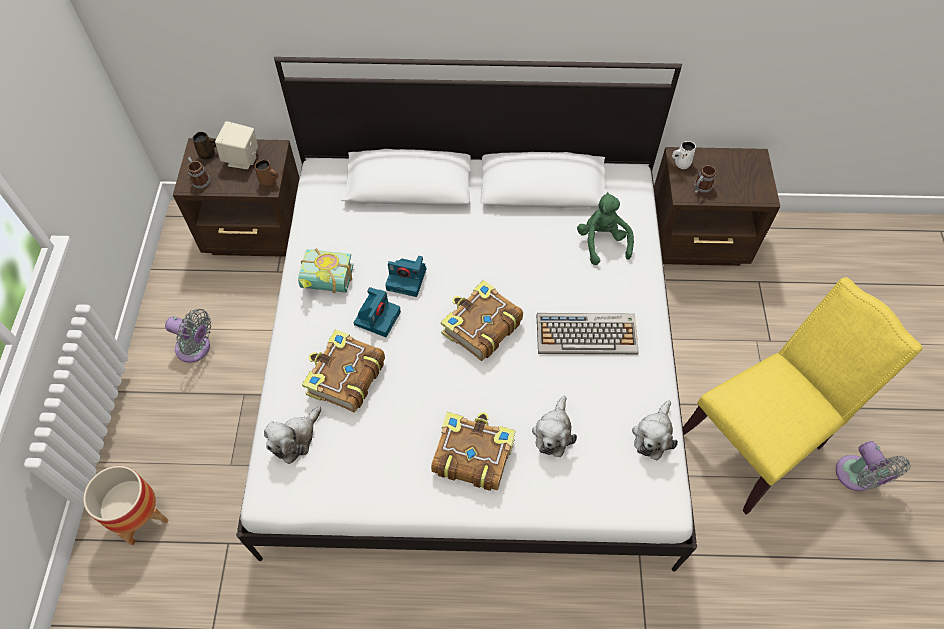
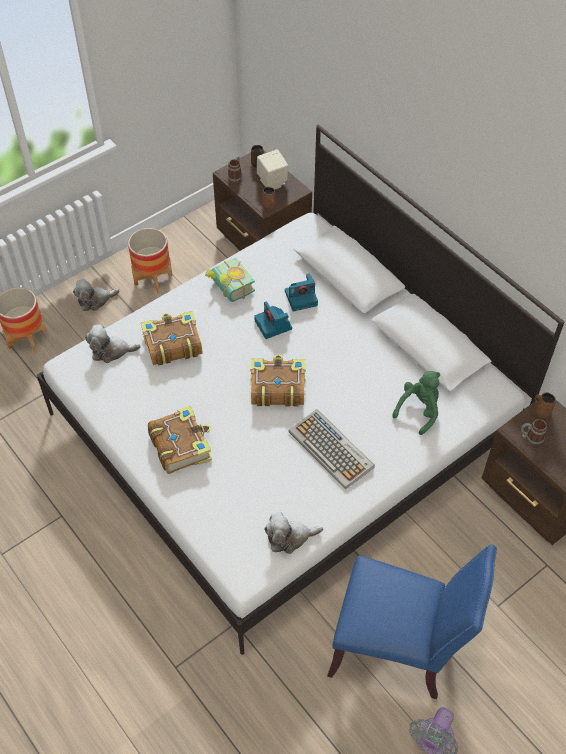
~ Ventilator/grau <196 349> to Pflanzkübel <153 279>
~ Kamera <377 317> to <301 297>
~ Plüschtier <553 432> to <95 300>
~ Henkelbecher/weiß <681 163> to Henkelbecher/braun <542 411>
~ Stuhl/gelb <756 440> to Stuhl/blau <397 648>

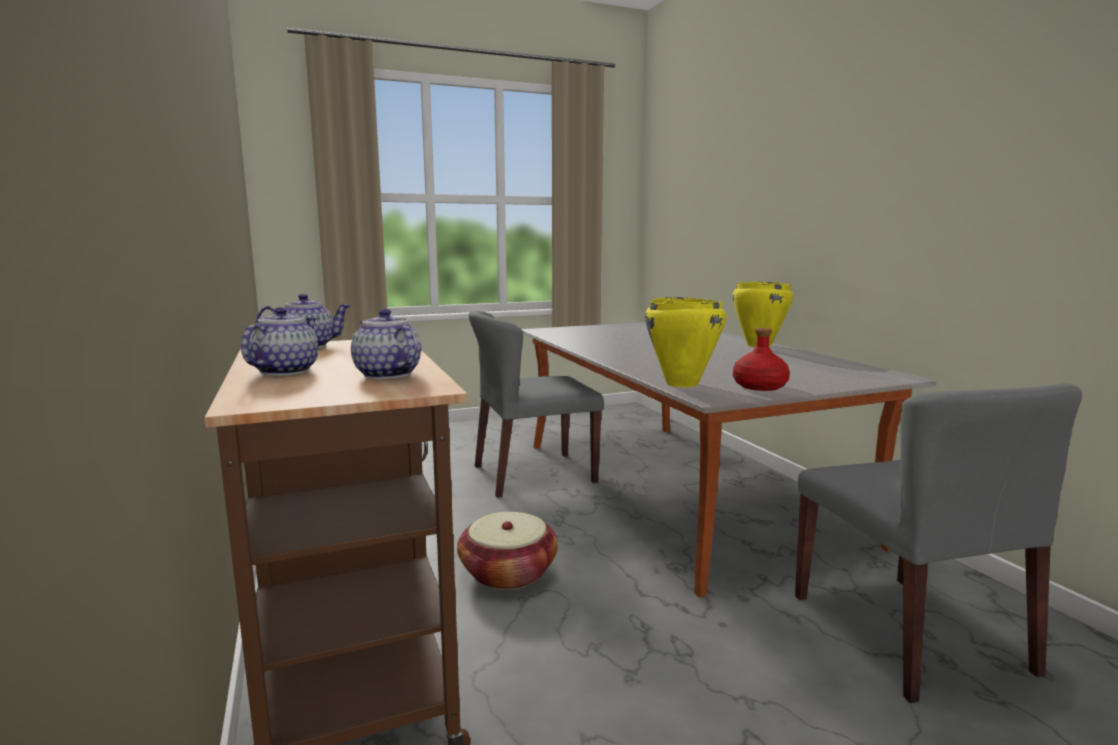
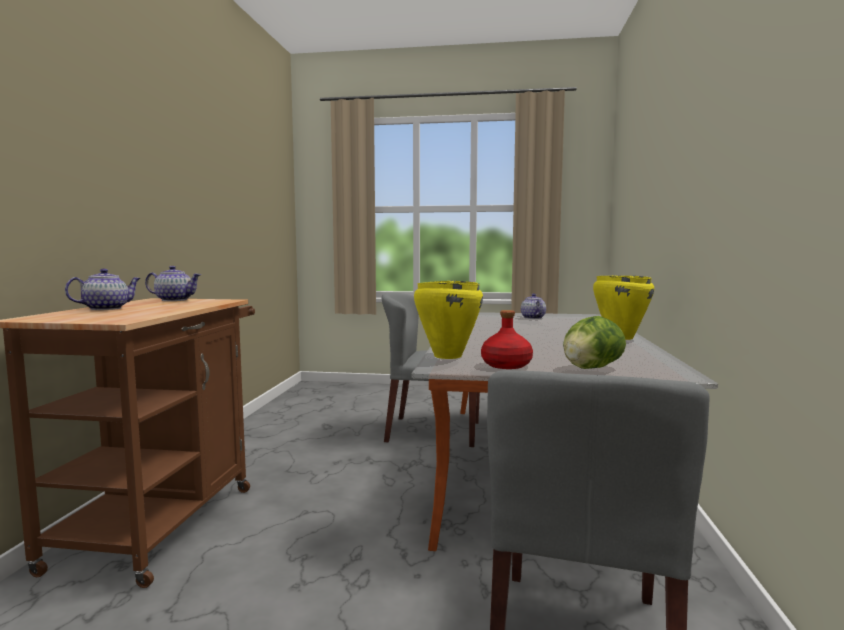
~ Teekanne <386 374> to <532 318>
- Korb <508 572>
+ Salatkopf <590 368>

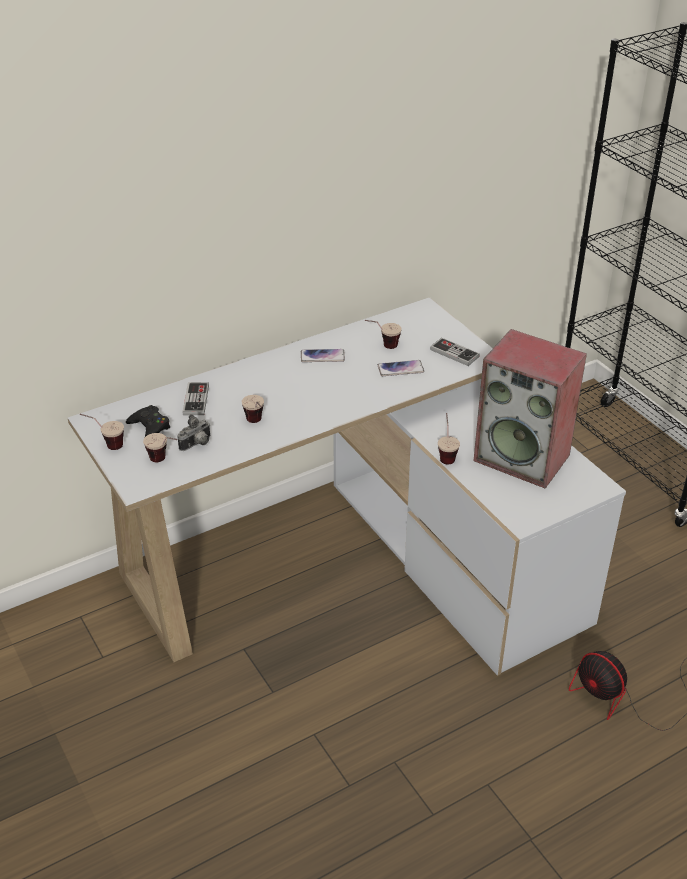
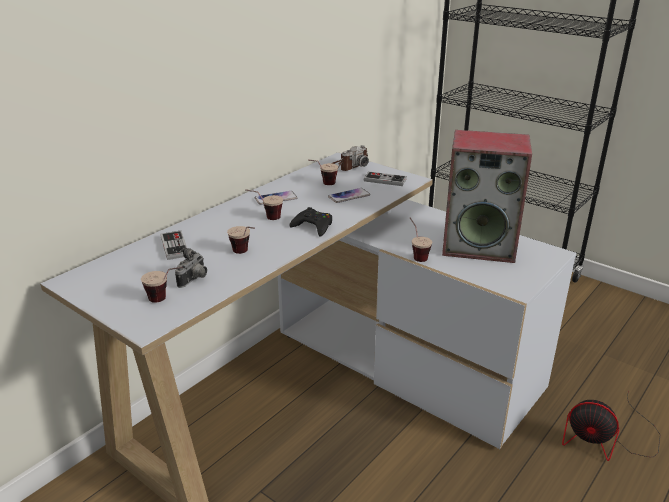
~ Tasse <105 445> to <265 218>
~ Gamepad/schwarz <149 427> to <313 226>
+ Kamera <347 166>

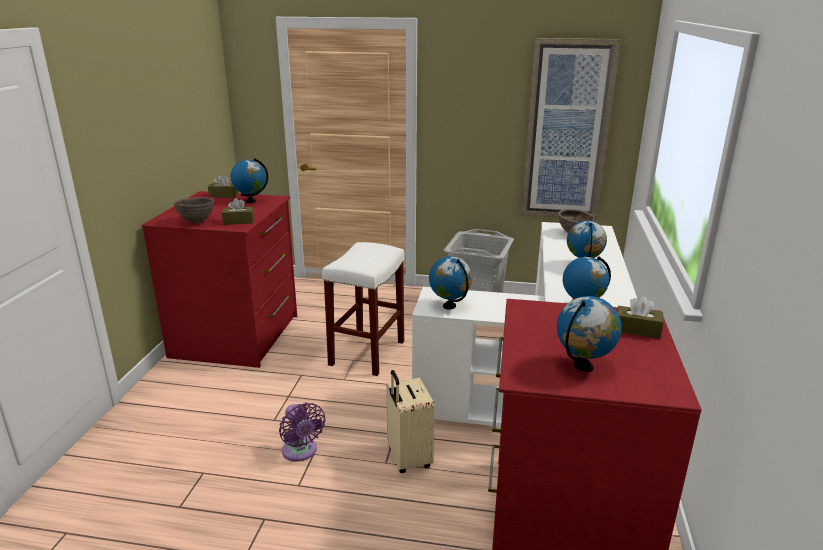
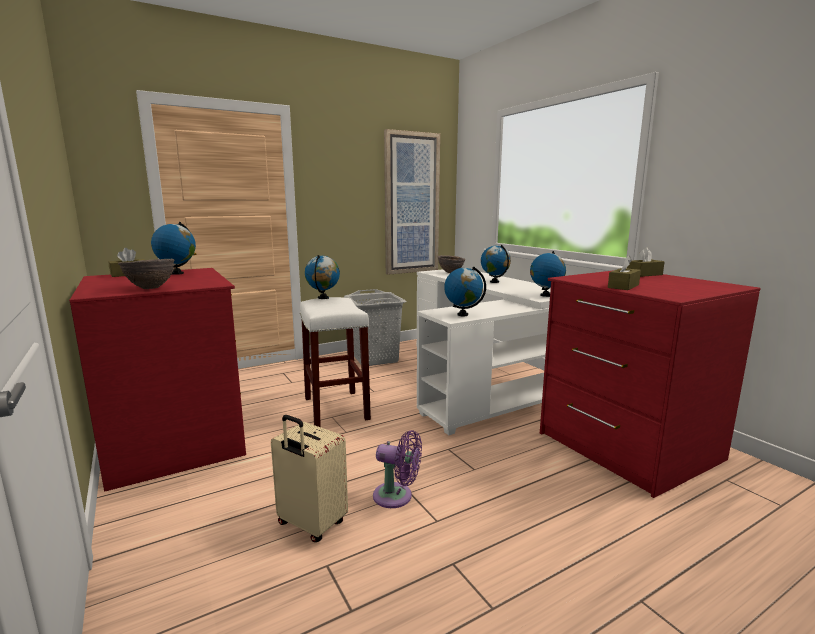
~ Taschentuchbox/braun <238 221> to <623 286>
~ Koffer/beige <407 458> to <310 524>
~ Globus <583 367> to <323 298>

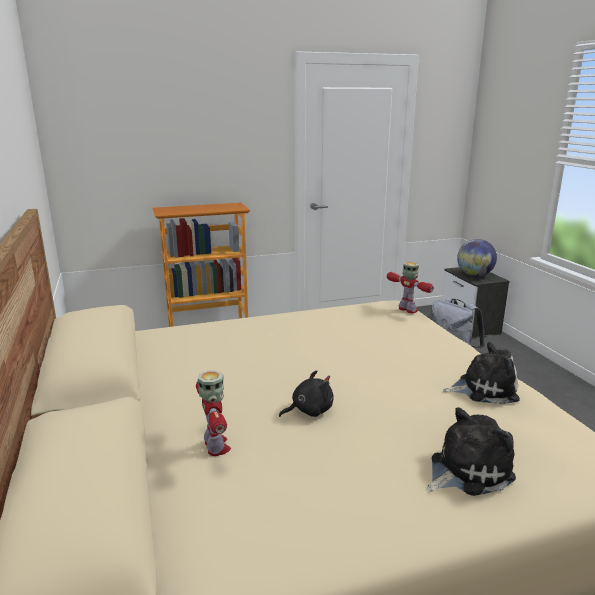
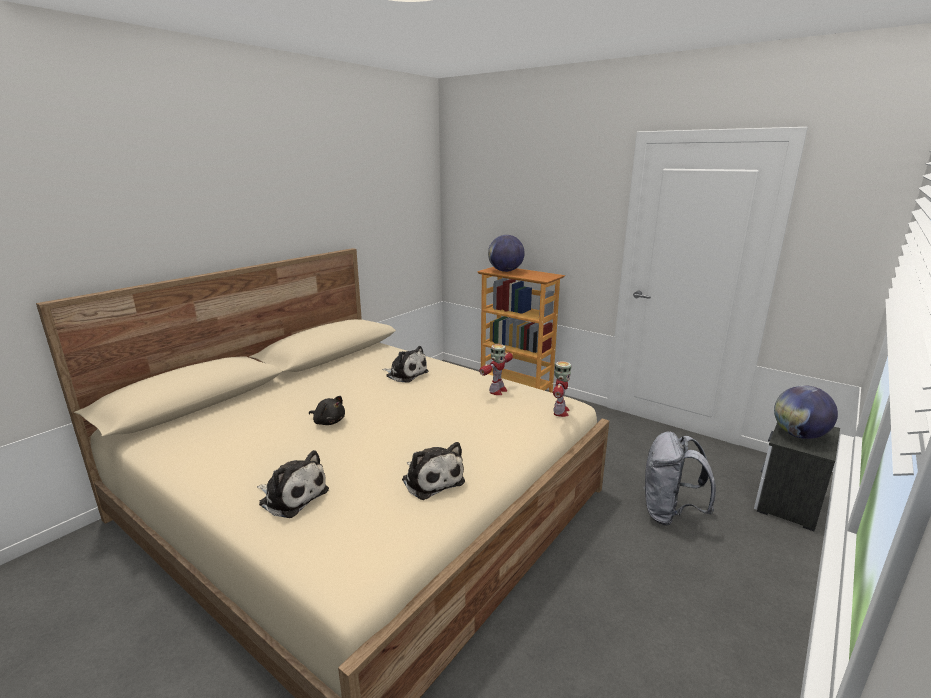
~ Spielzeugroboter <216 446> to <497 391>
+ Plüschtier <405 374>
+ Globus <505 271>

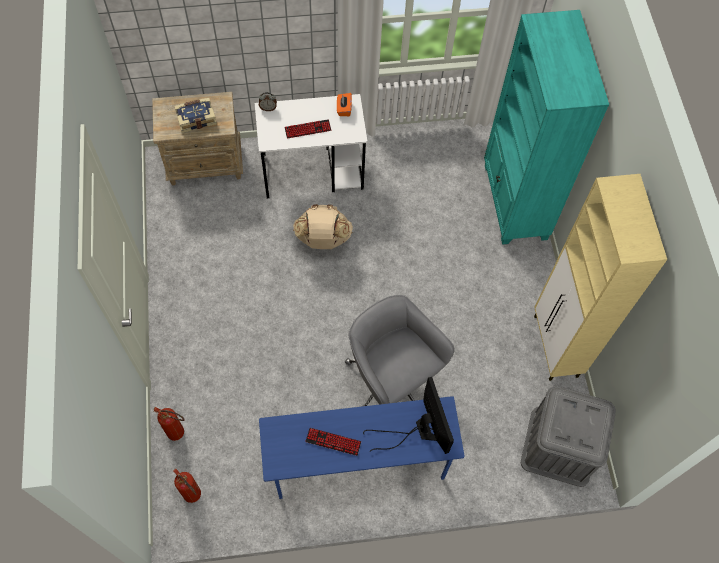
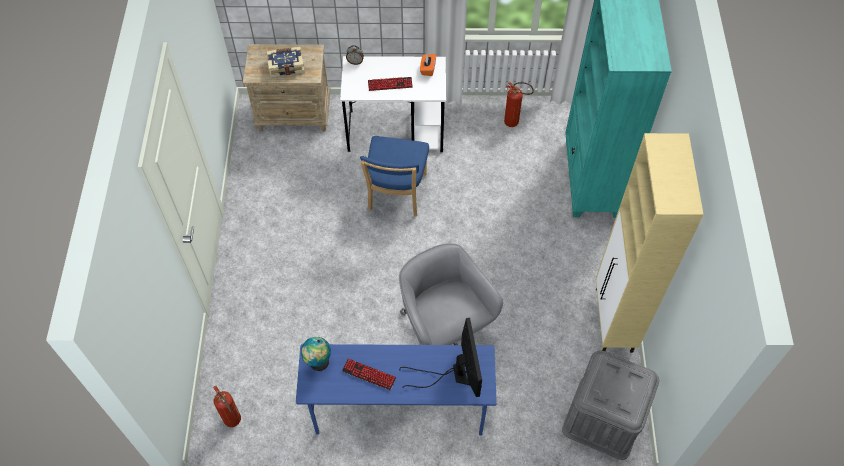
~ Feuerlöscher <179 434> to <514 123>
~ Rucksack/beige <323 239> to Stuhl/blau <396 194>
+ Globus <318 363>

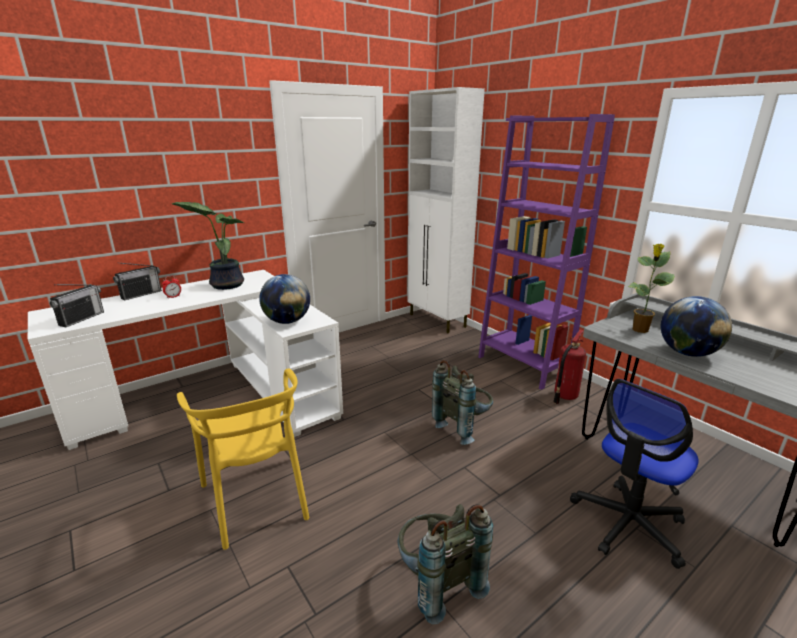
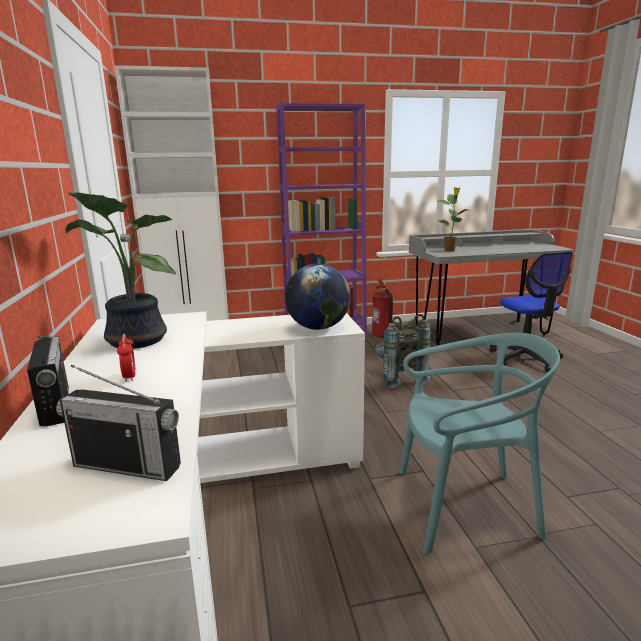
~ Radio <82 319> = <127 465> 150 degrees clockwise
~ Stuhl/gelb <257 498> to Stuhl/türkis <464 506>
- Rucksack/grau <437 582>
- Globus <687 353>

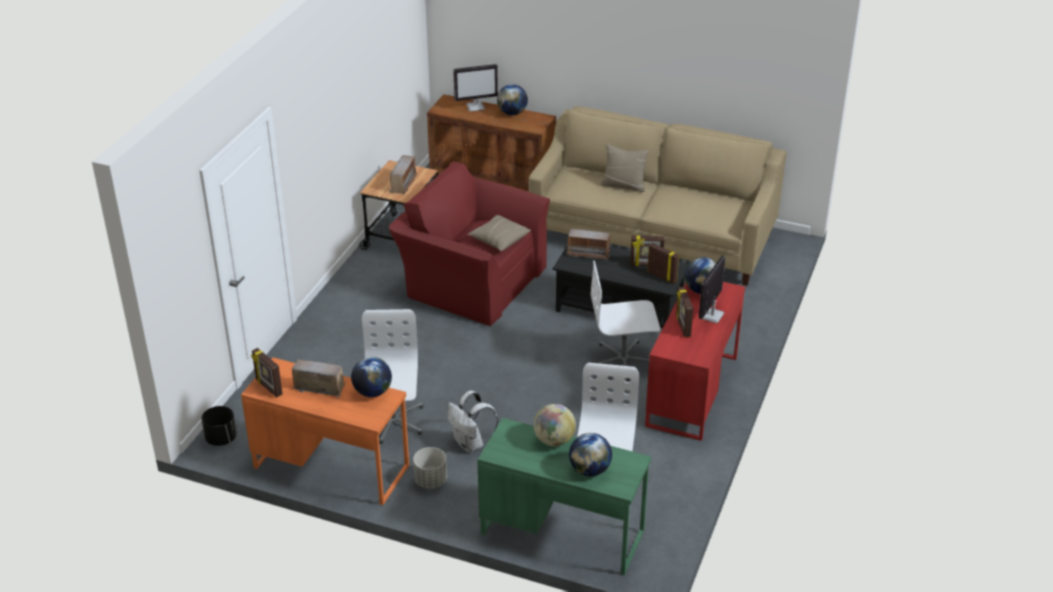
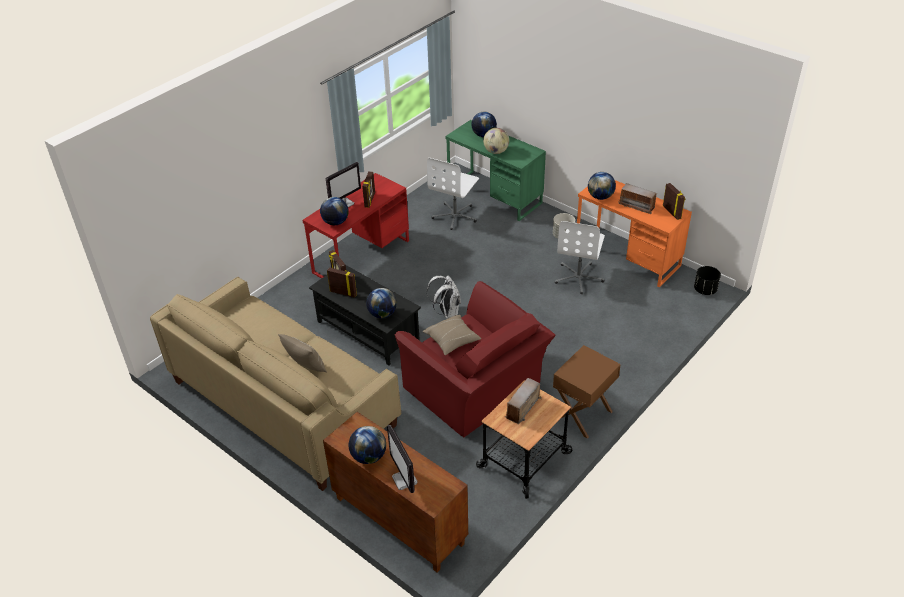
~ Rucksack/weiß <471 444> to <447 312>
~ Monitor <476 107> = <405 480> 120 degrees counterclockwise
~ Radio <588 253> to Globus <382 314>
- Bürostuhl/weiß <623 360>
+ Nachttisch/braun <583 415>

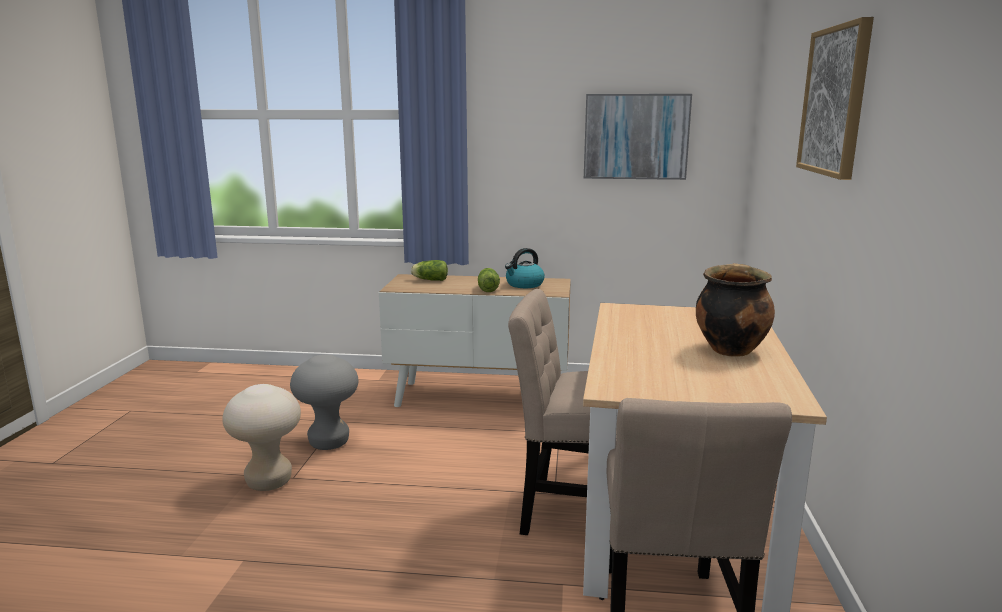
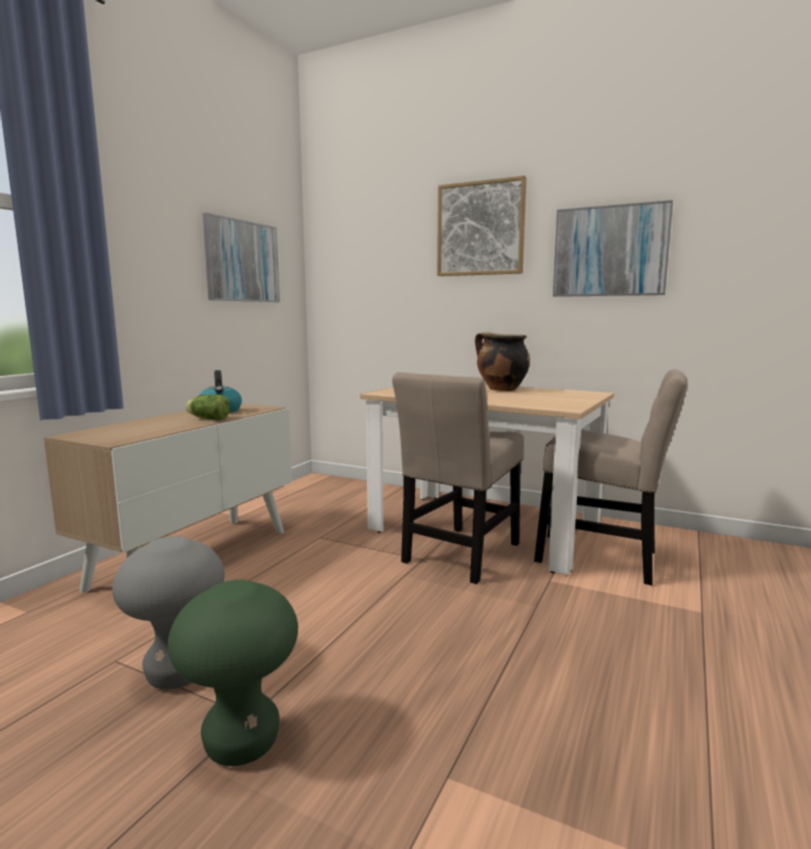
~ Hocker/beige <269 482> to Hocker/grün <242 743>
- Salatkopf <429 280>
+ Bild <610 251>

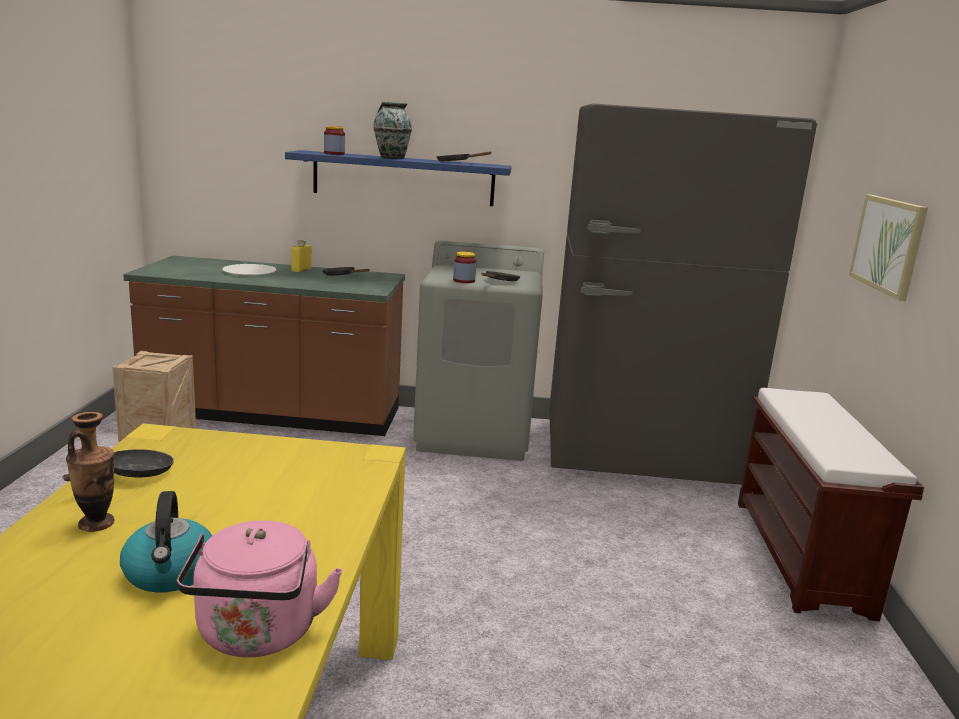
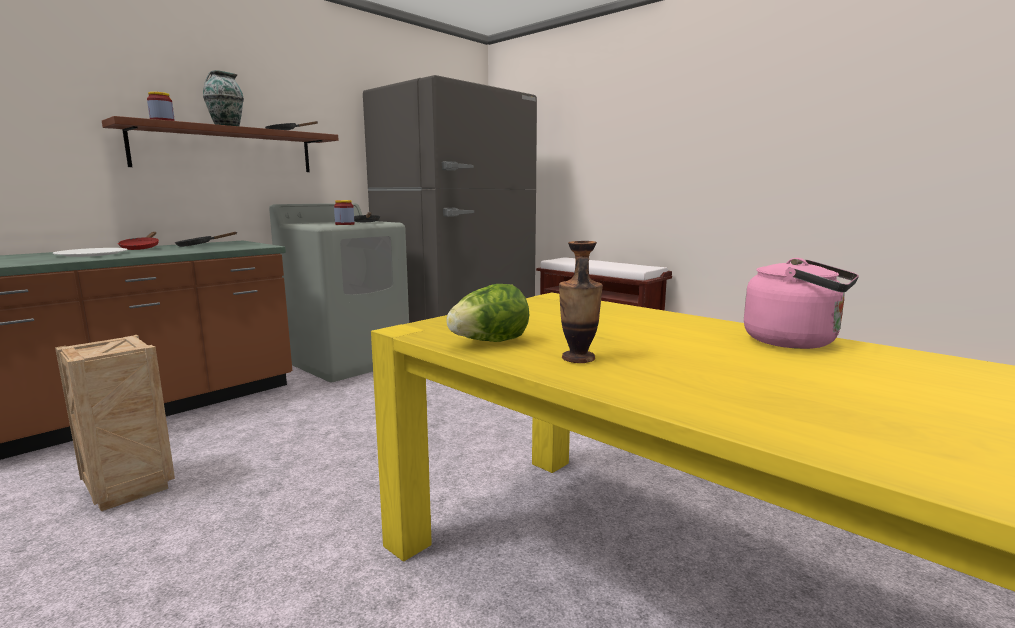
~ Pfanne/schwarz <133 475> to Salatkopf <489 342>
- Wasserkessel <170 573>
~ Wandregal/blau <403 178> to Wandregal/braun <226 150>
~ Flasche/gelb <301 270> to Pfanne/rot <141 248>
- Bild <888 244>

